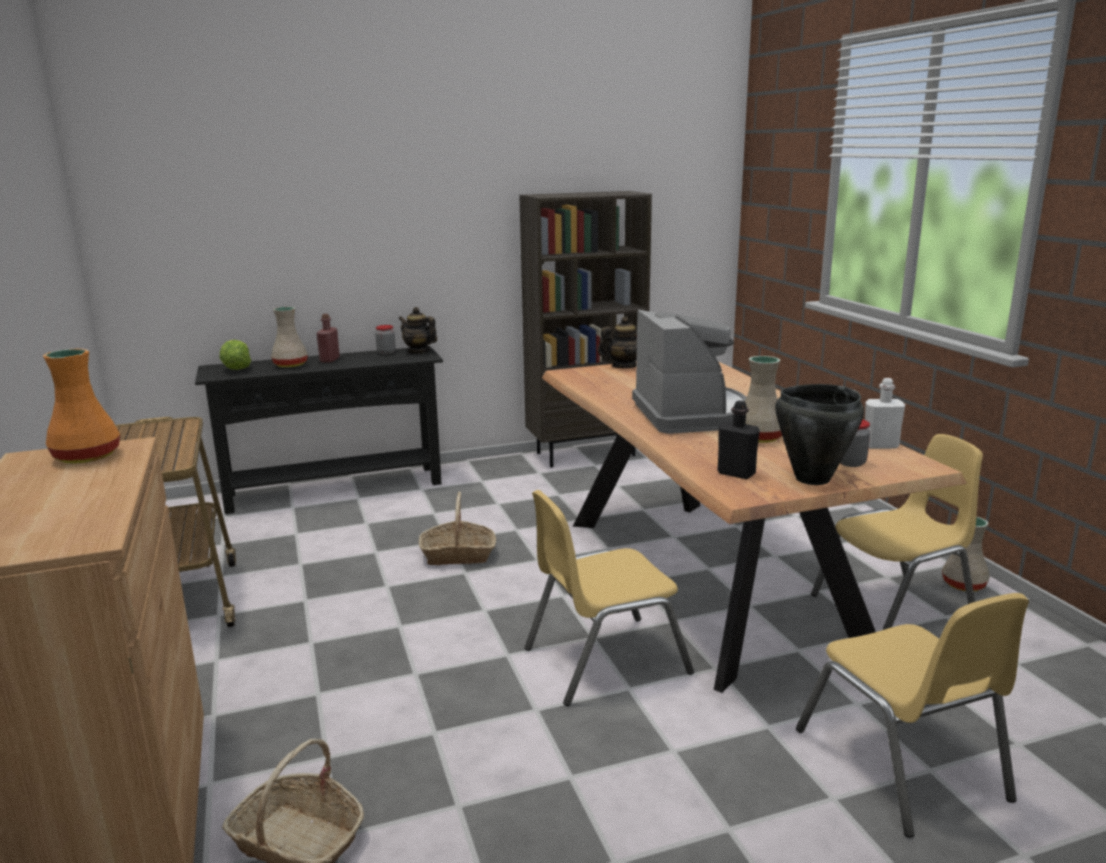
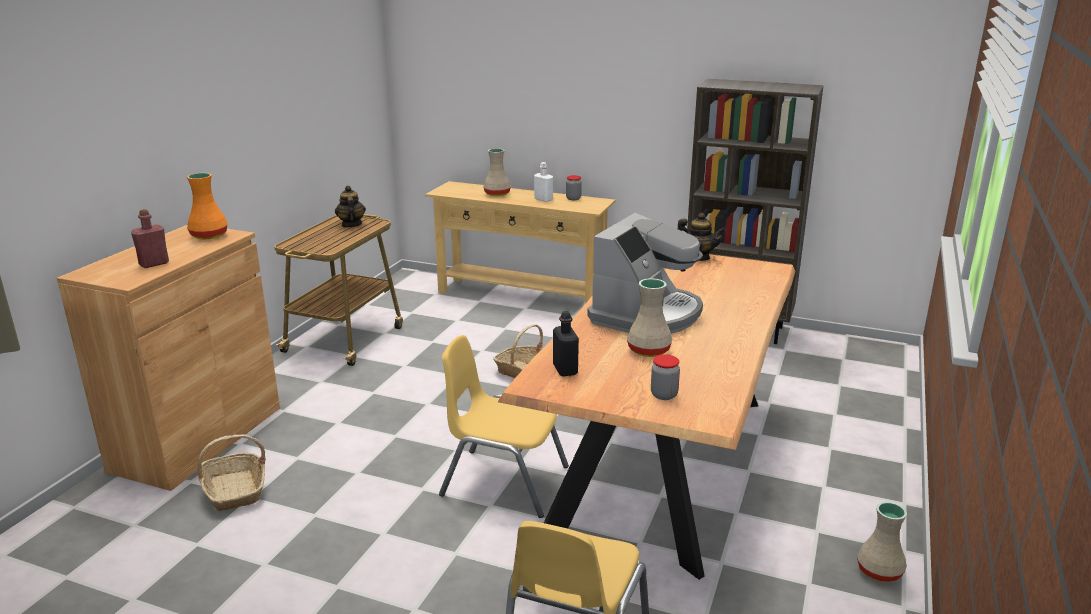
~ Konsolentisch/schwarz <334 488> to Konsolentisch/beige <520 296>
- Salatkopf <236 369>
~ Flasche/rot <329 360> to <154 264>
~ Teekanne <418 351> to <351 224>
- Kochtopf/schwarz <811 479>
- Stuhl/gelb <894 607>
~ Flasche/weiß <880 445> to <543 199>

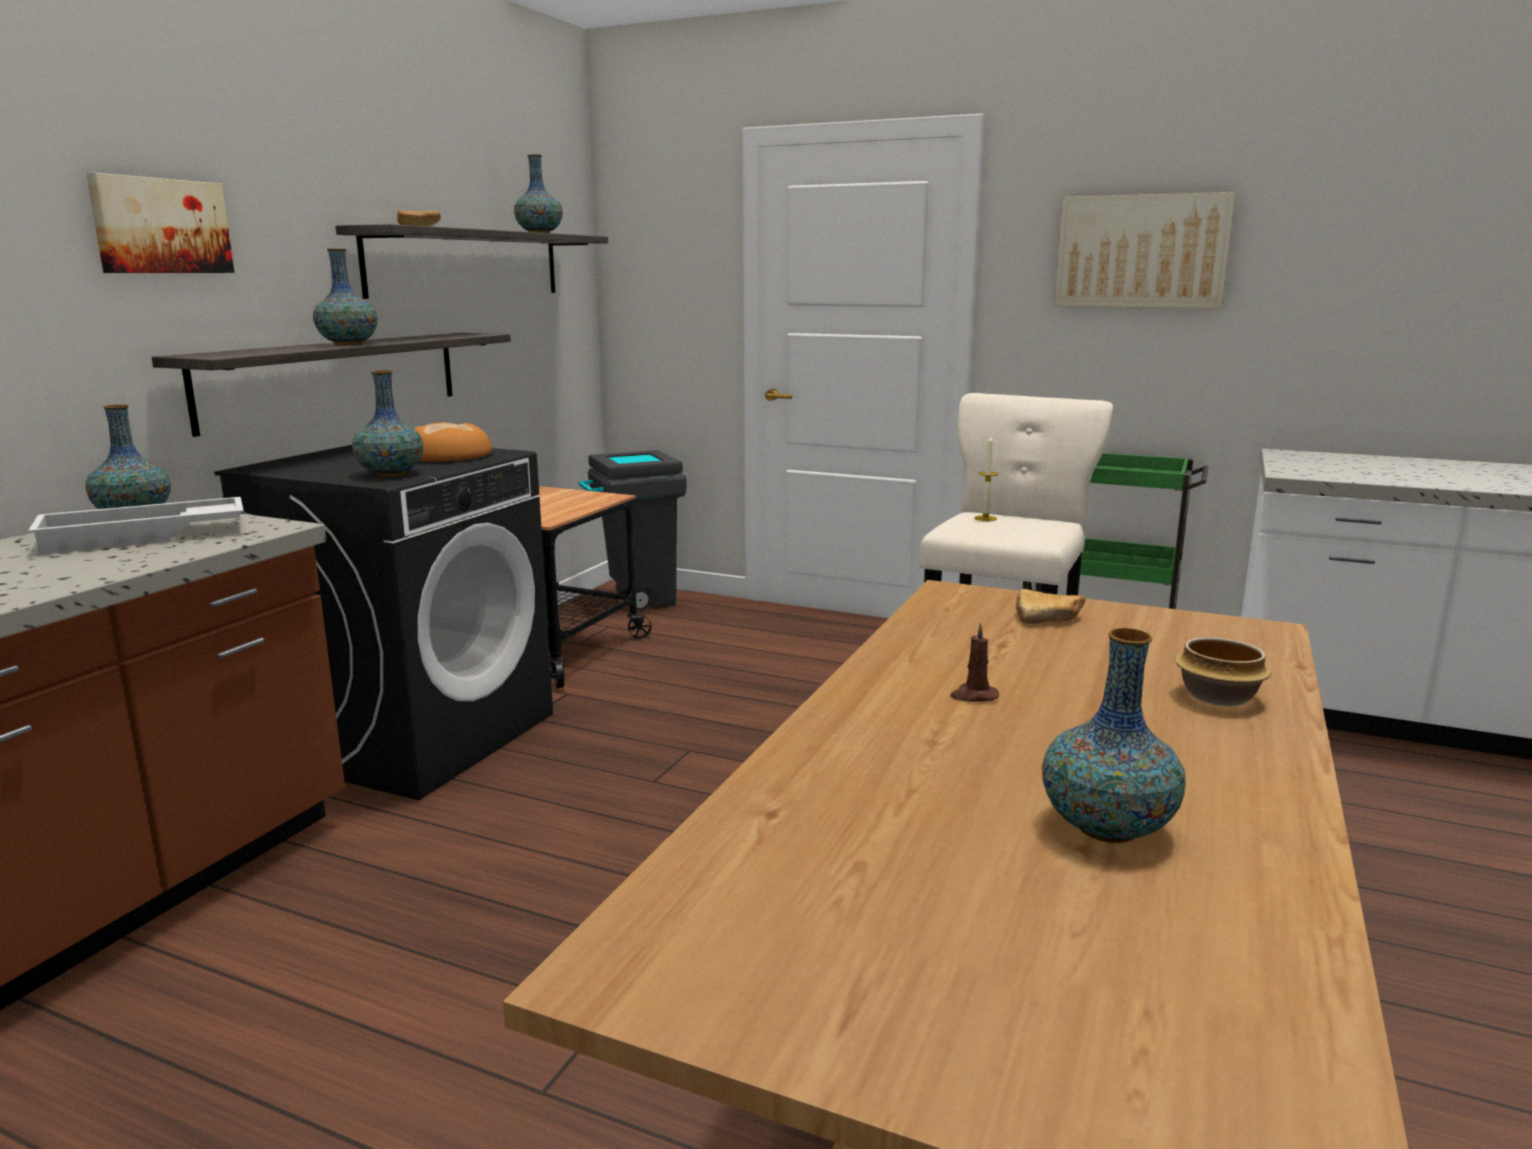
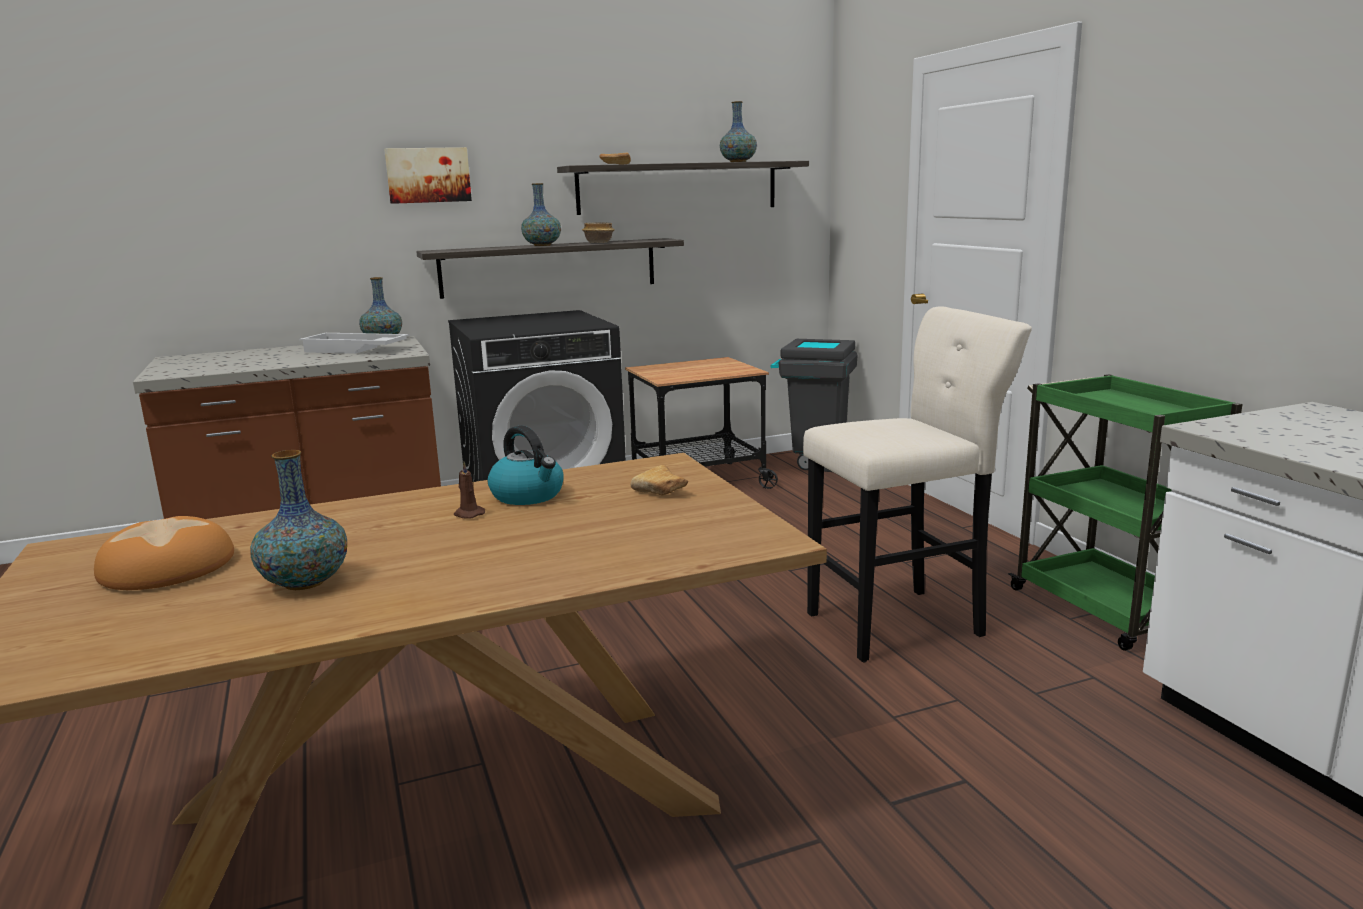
- Vase <390 474>
~ Brot <448 455> to <167 567>
- Kerze <985 518>
- Bild <1141 251>
~ Schüssel <1216 697> to <598 242>
+ Wasserkessel <528 495>

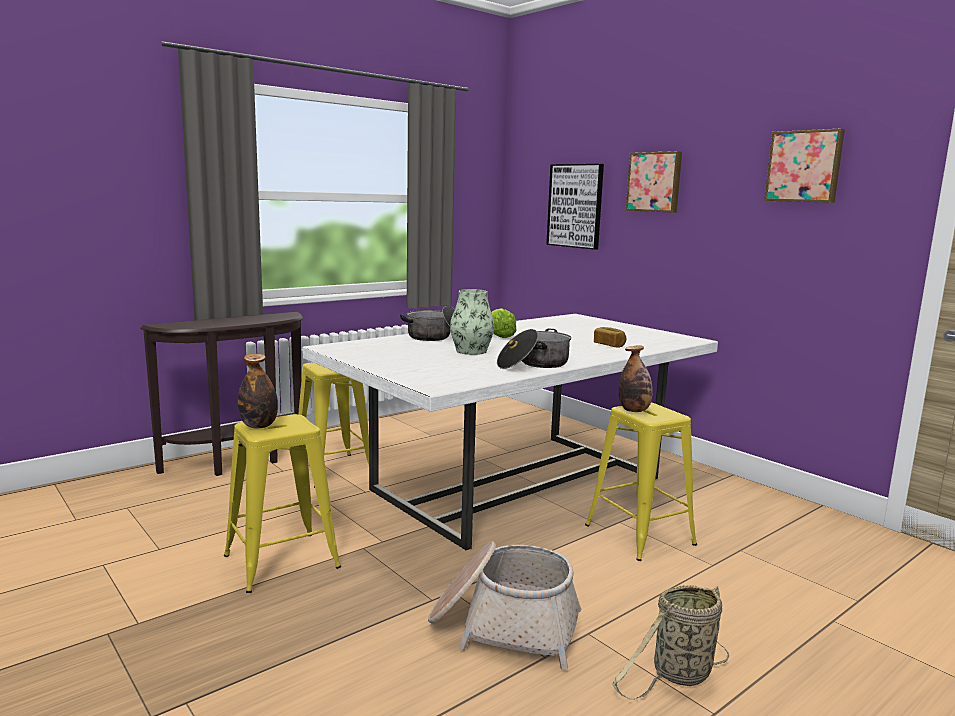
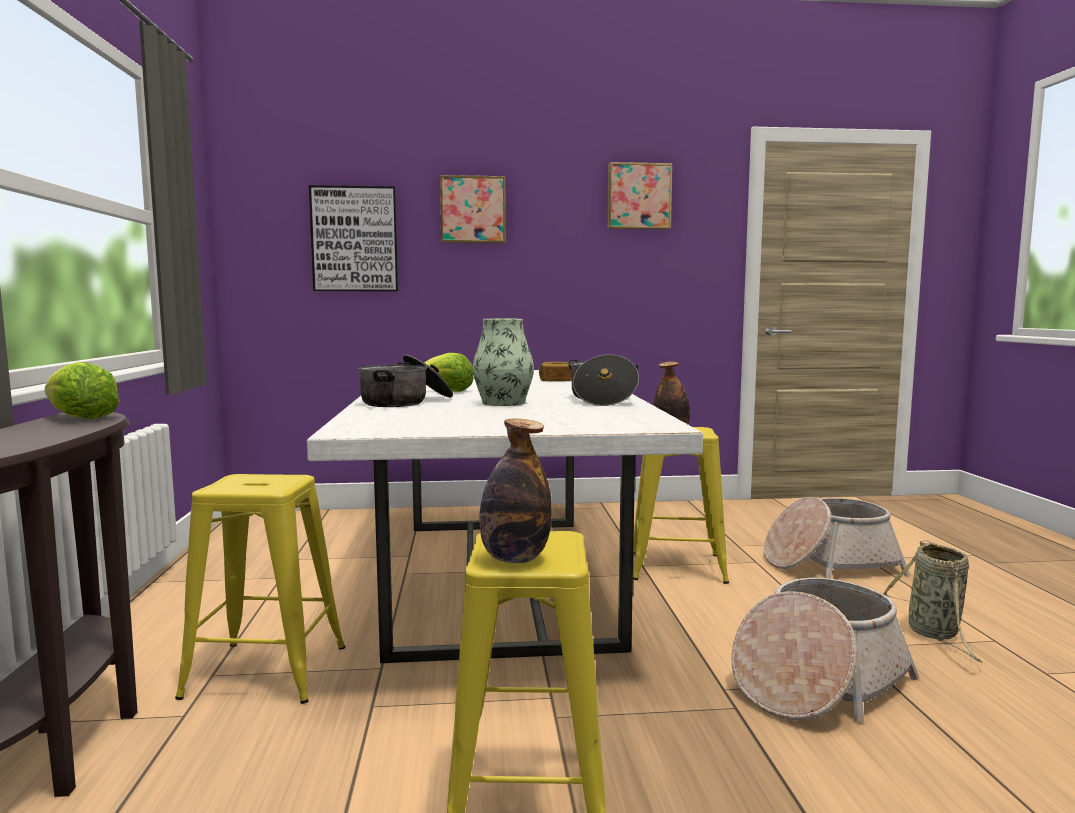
+ Salatkopf <80 418>
+ Korb <828 563>

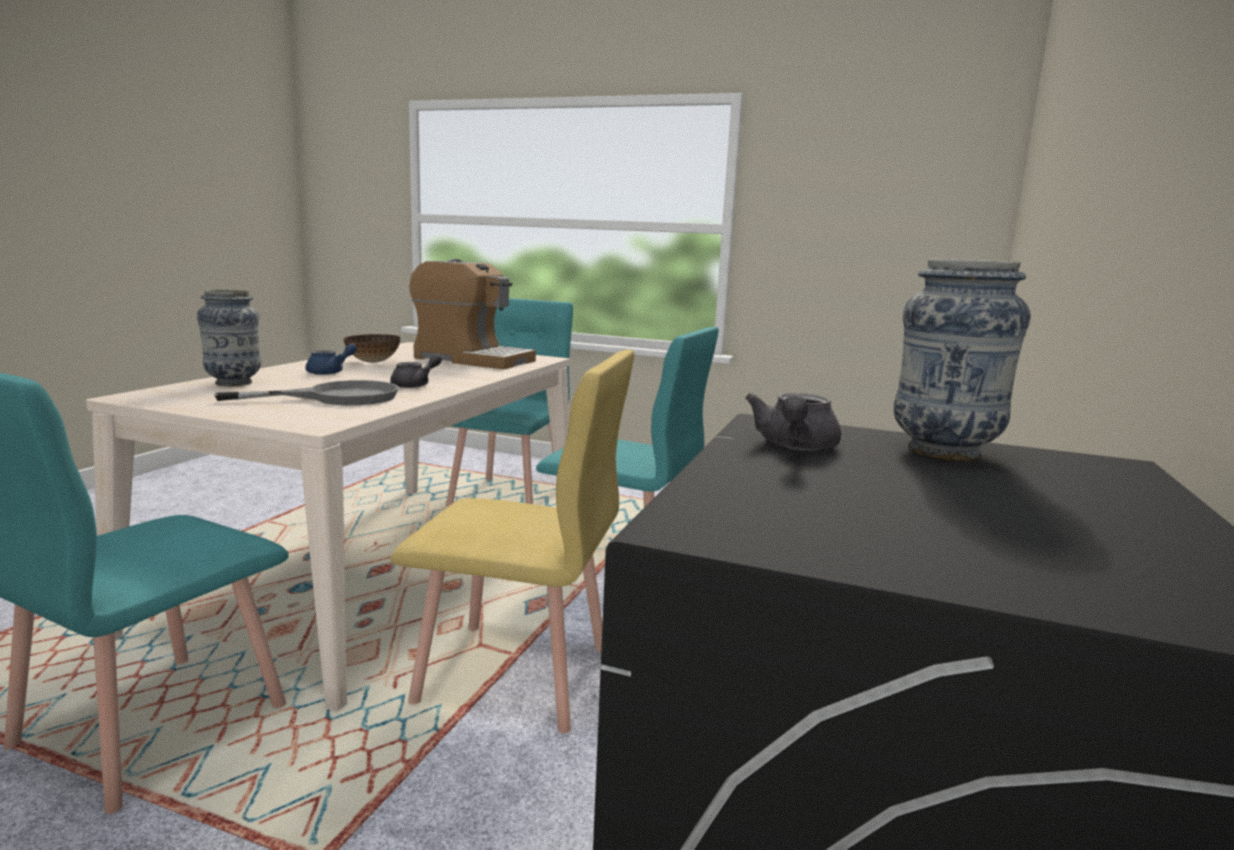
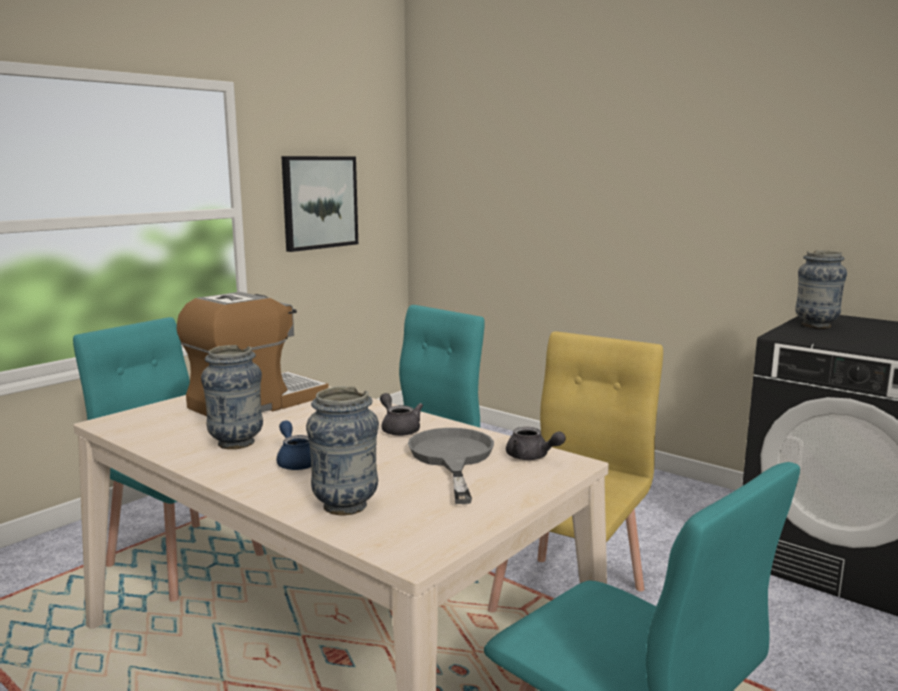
~ Schüssel <372 362> to Vase <236 443>
~ Teekanne/grau <794 447> to <531 457>
+ Bild <319 202>

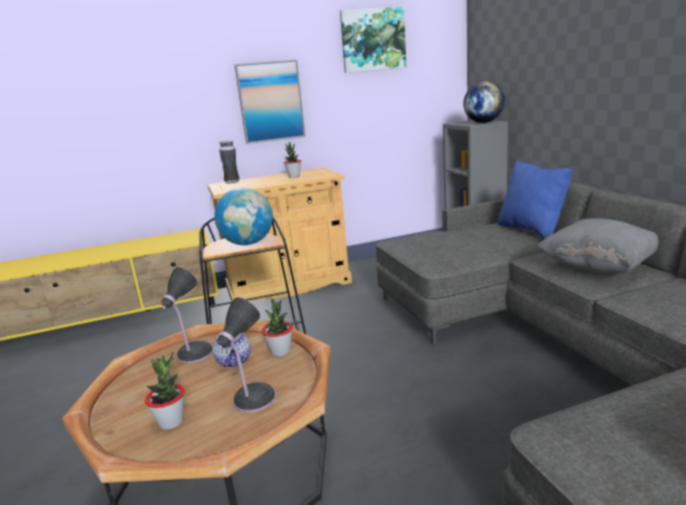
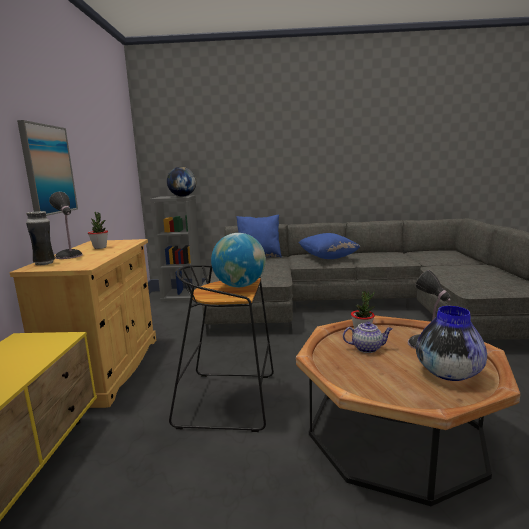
~ Topfpflanze <171 422> to Vase <447 373>
~ Tischlampe <193 354> to <69 256>
- Bild <373 40>
~ Kissen/grau <598 267> to Kissen/blau <328 258>

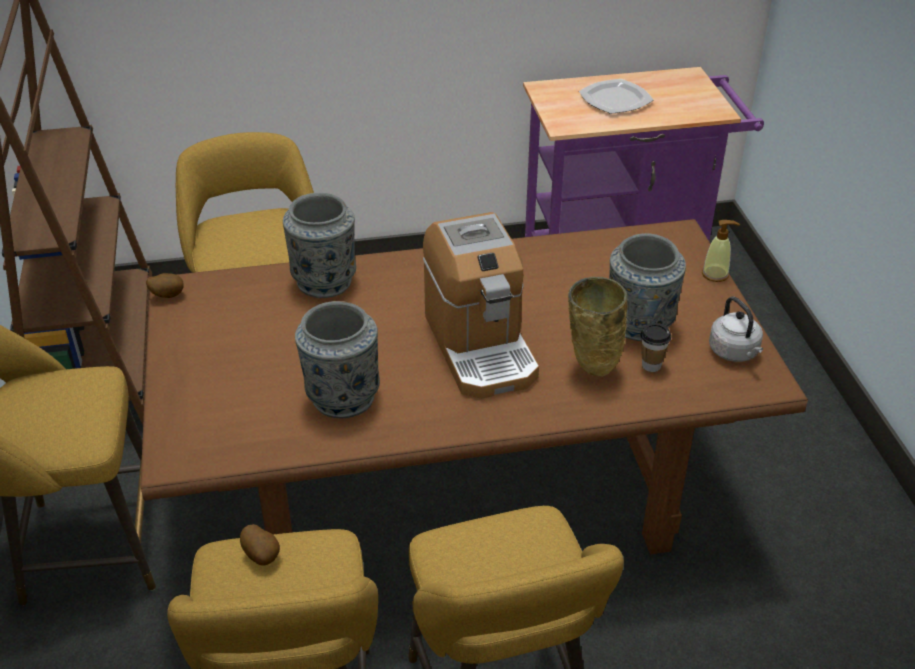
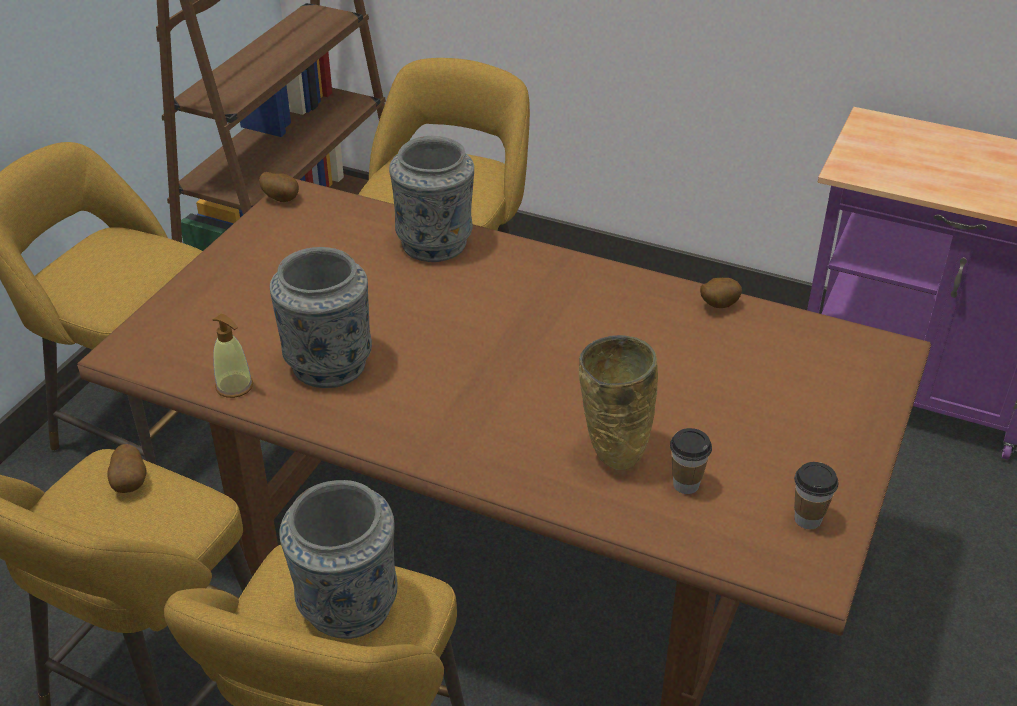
- Kaffeemaschine <480 347>
- Teller <614 99>
~ Vase/grau <639 325> to <347 606>
~ Seifenspender <715 274> to <234 386>
~ Wasserkessel/grau <735 353> to Tasse <807 519>
+ Kartoffel <717 305>

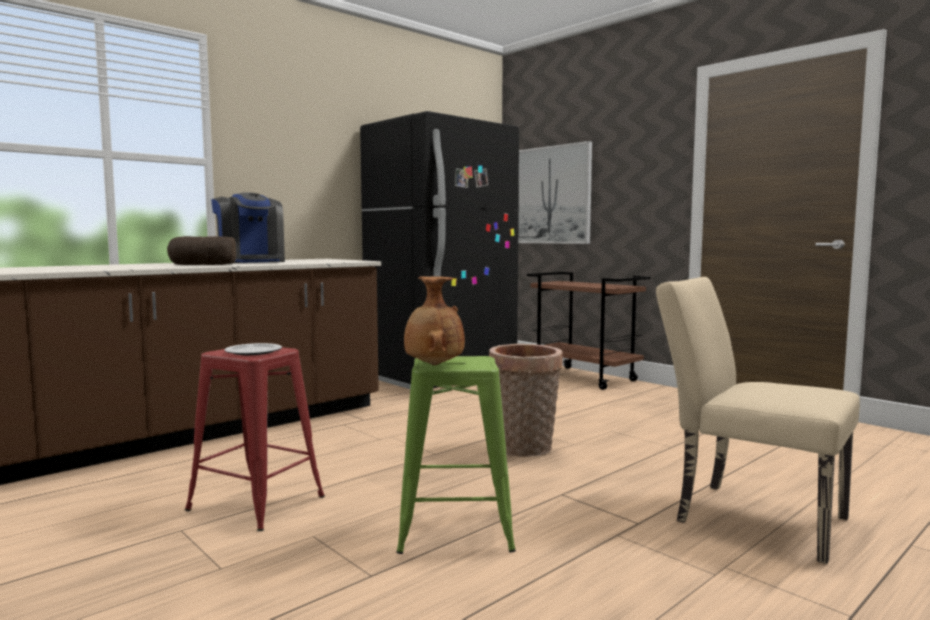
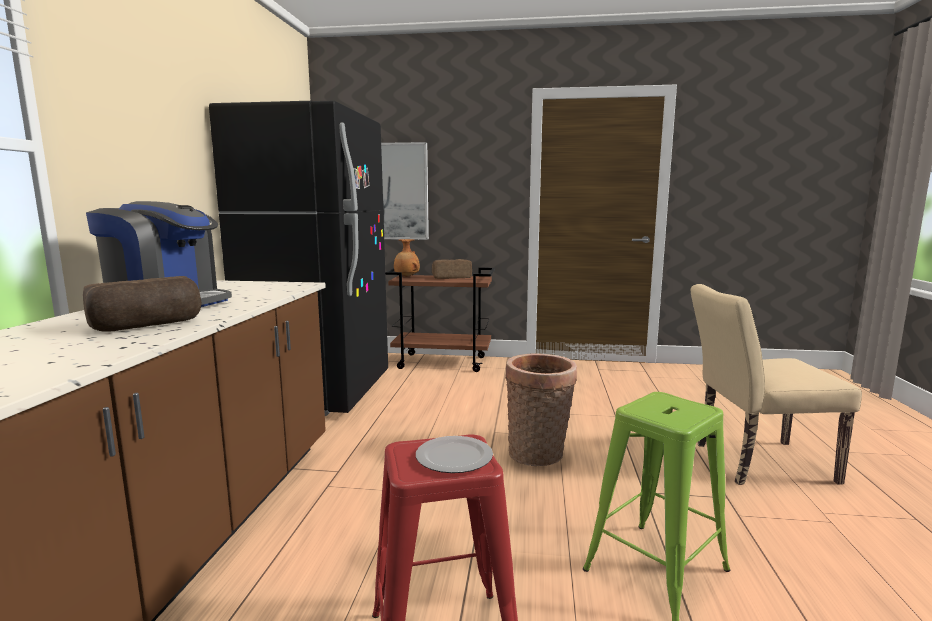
~ Vase/braun <433 365> to <406 277>
+ Brot <451 277>

